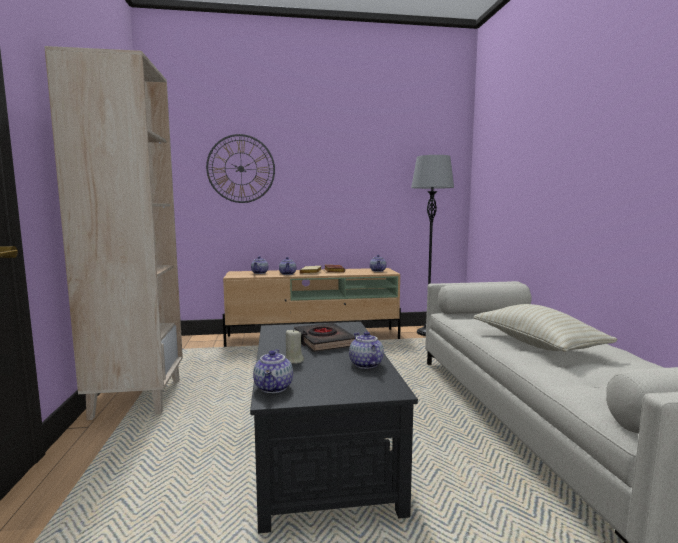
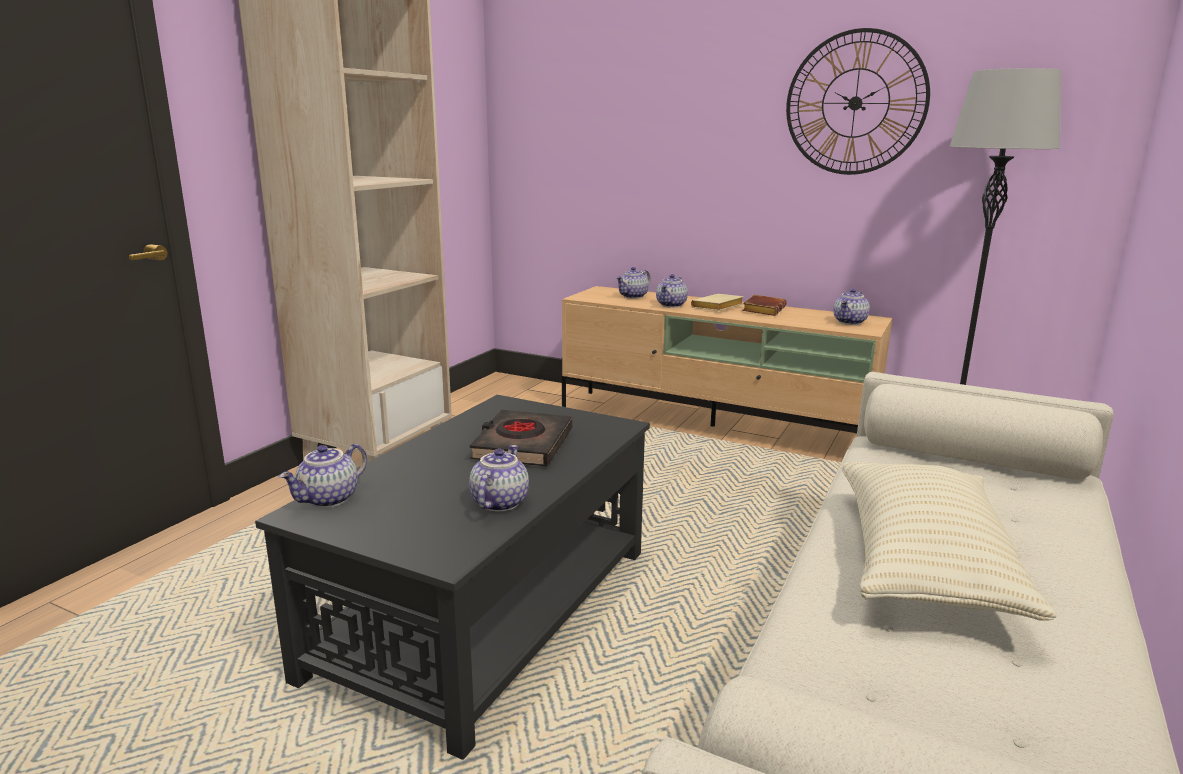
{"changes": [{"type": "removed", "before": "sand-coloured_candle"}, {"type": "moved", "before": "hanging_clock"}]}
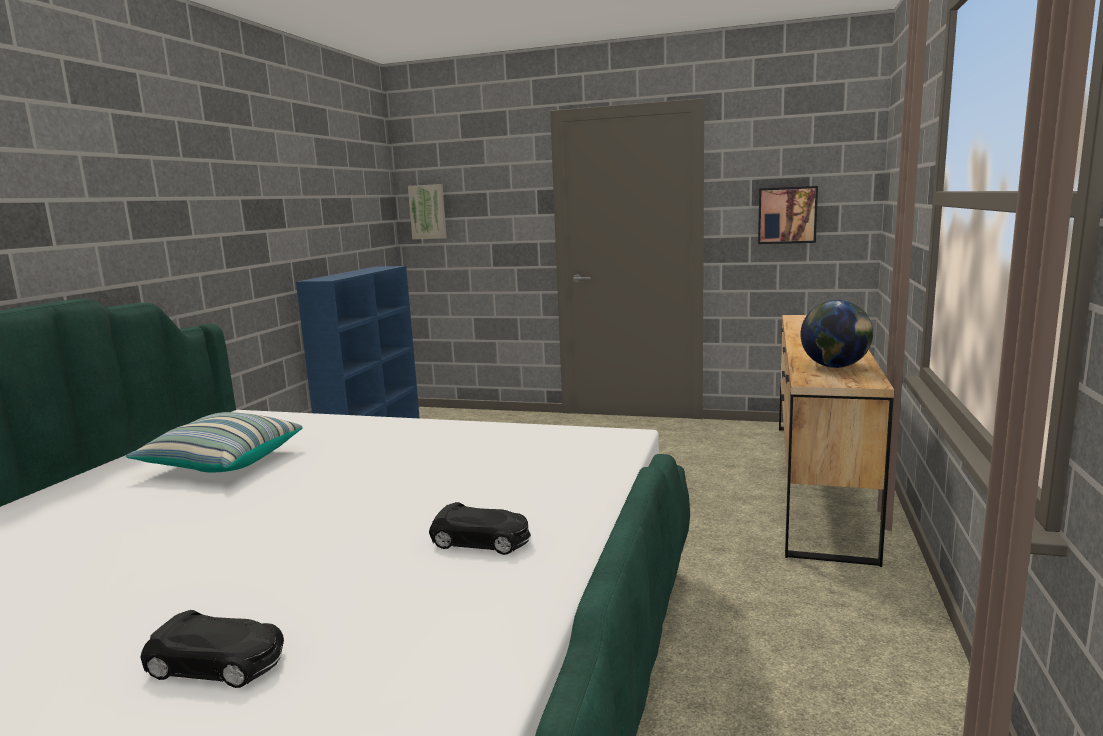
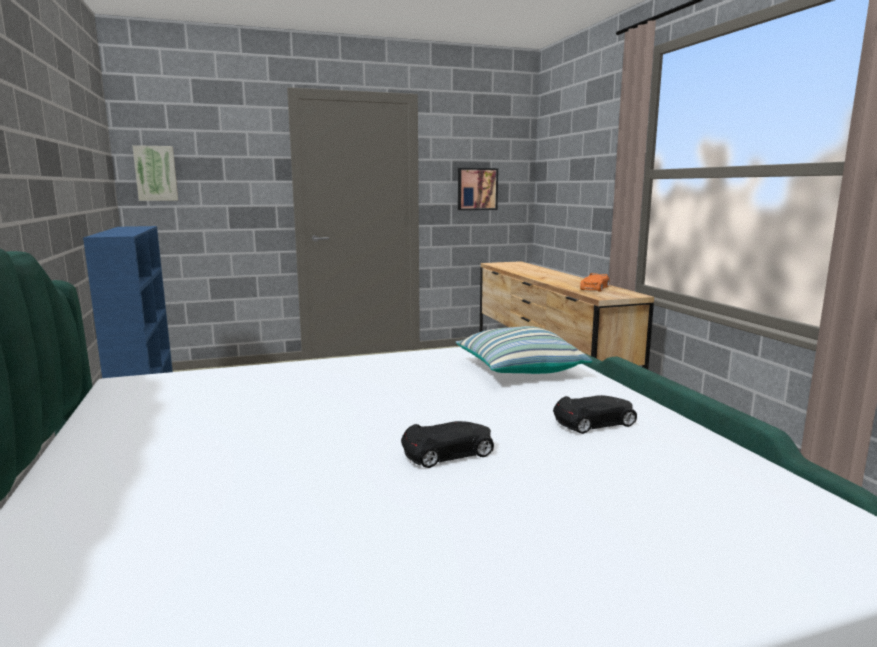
{"changes": [{"type": "moved", "before": "cushion"}, {"type": "moved", "before": "black_toy_car (1st from left)"}, {"type": "replaced", "before": "world_globe", "after": "orange-coloured_toy_car"}]}
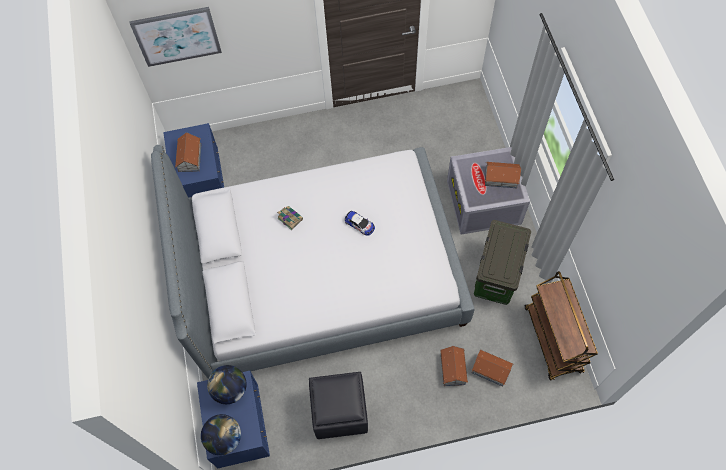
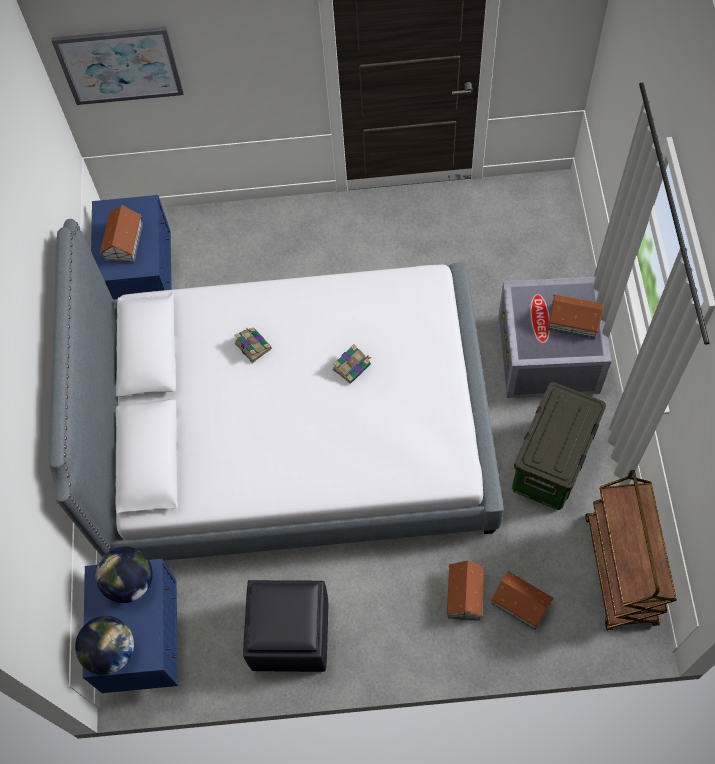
{"changes": [{"type": "replaced", "before": "toy_car", "after": "book (2nd from left)"}]}
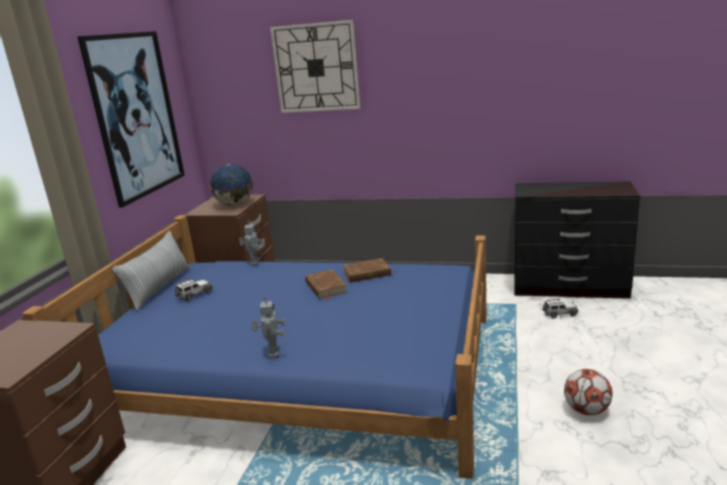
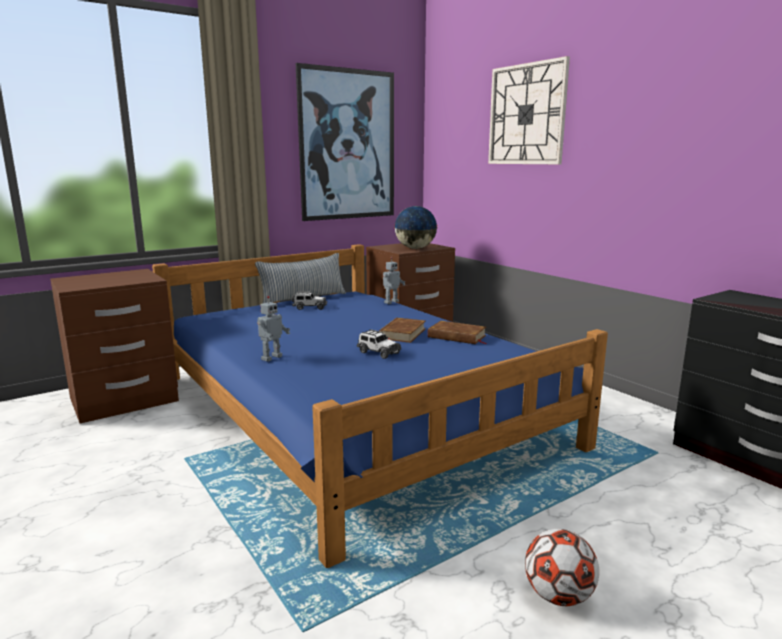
{"changes": [{"type": "moved", "before": "toy_car (2nd from left)"}]}
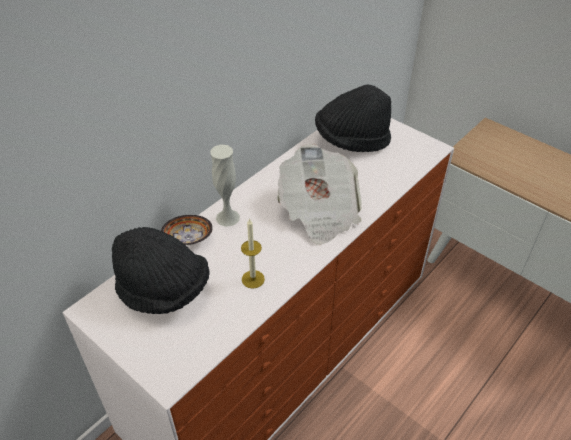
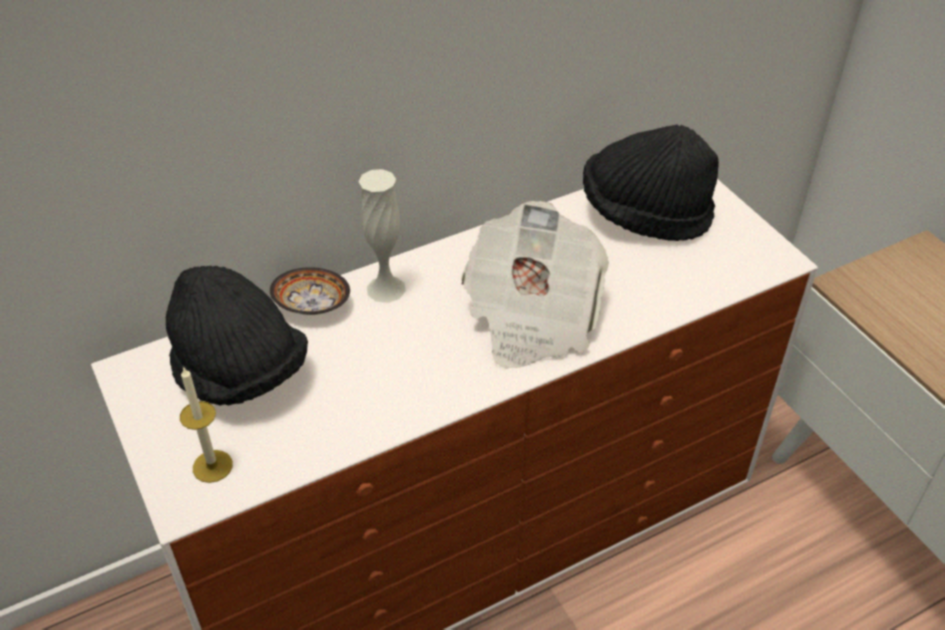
{"changes": [{"type": "moved", "before": "candle"}]}
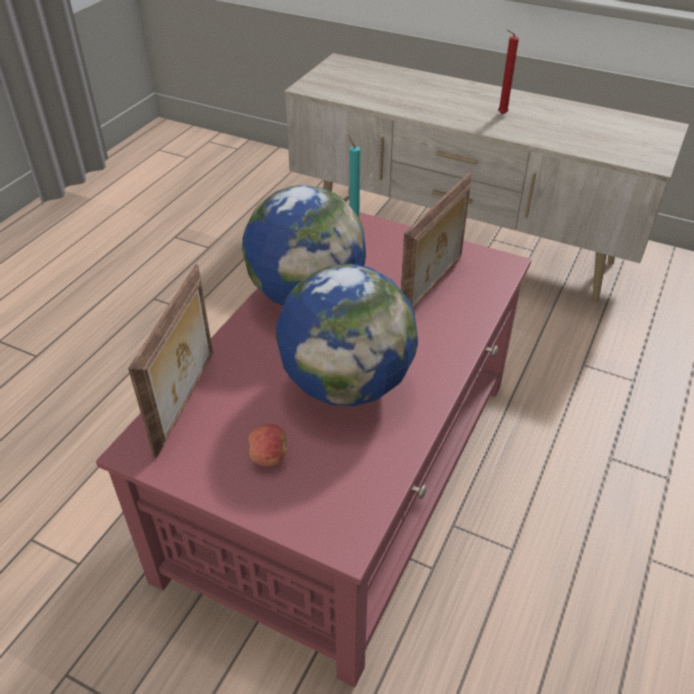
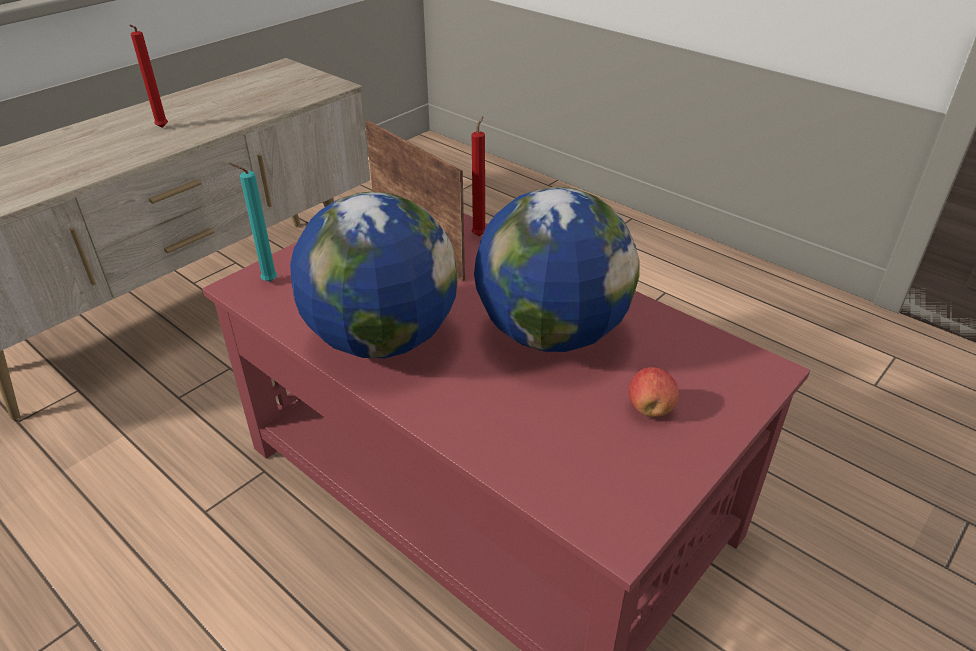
{"changes": [{"type": "removed", "before": "picture_frame (1st from left)"}, {"type": "added", "after": "red-coloured_candle (2nd from left)"}]}
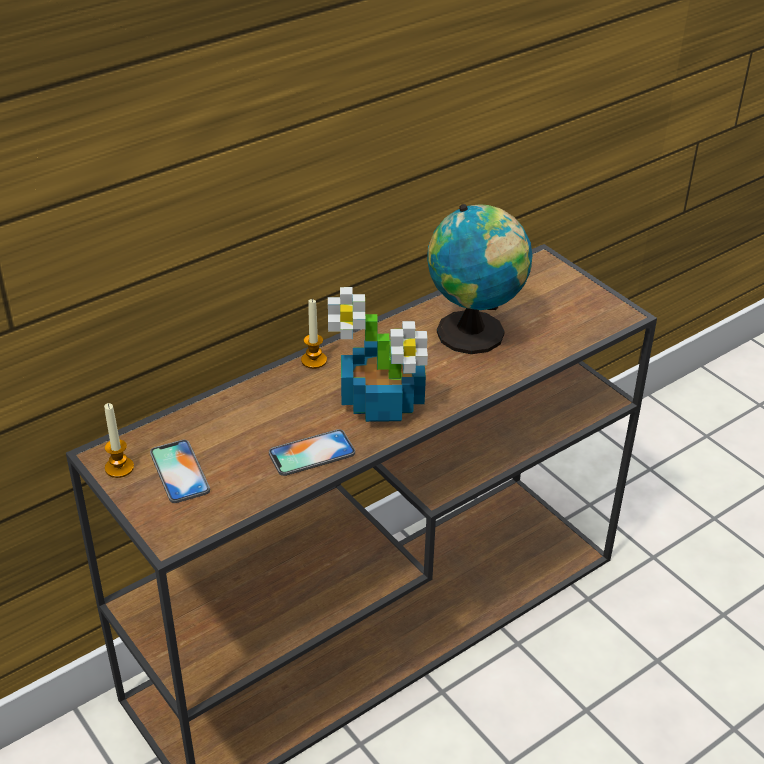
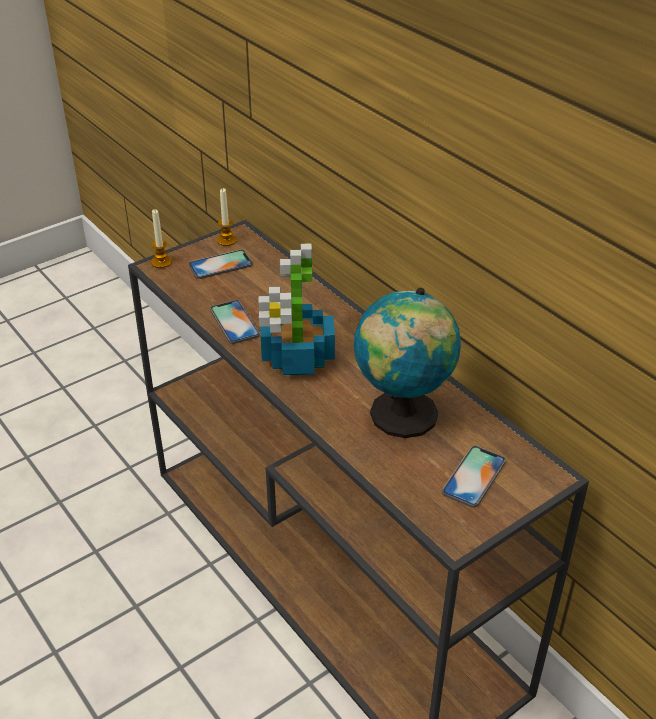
{"changes": [{"type": "added", "after": "phone (3rd from left)"}, {"type": "moved", "before": "candle (2nd from left in the first image)", "after": "candle (1st from left)"}]}
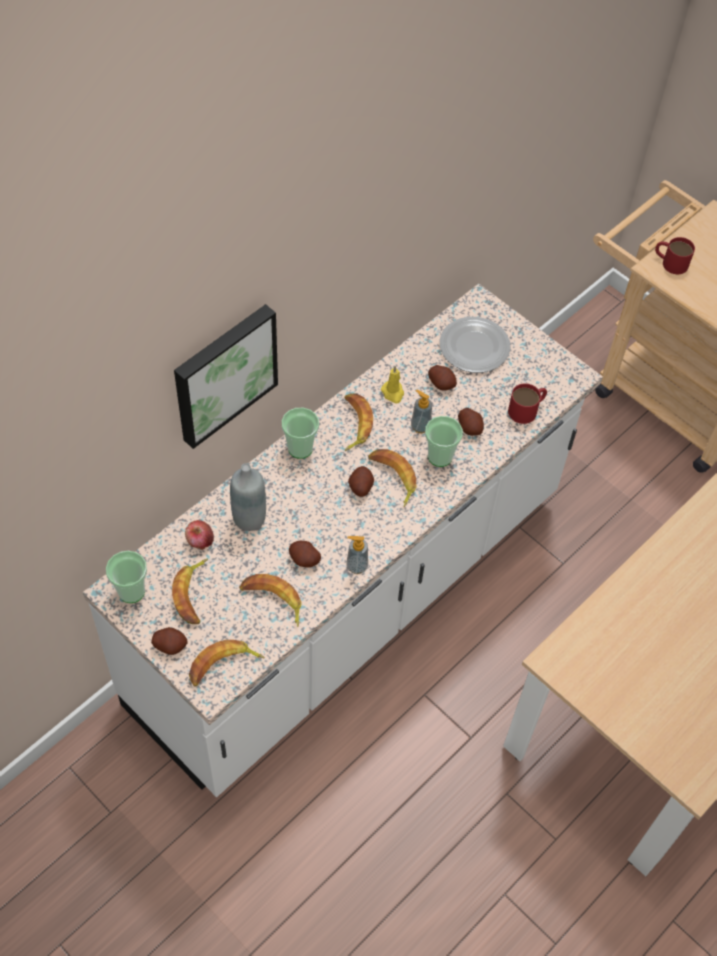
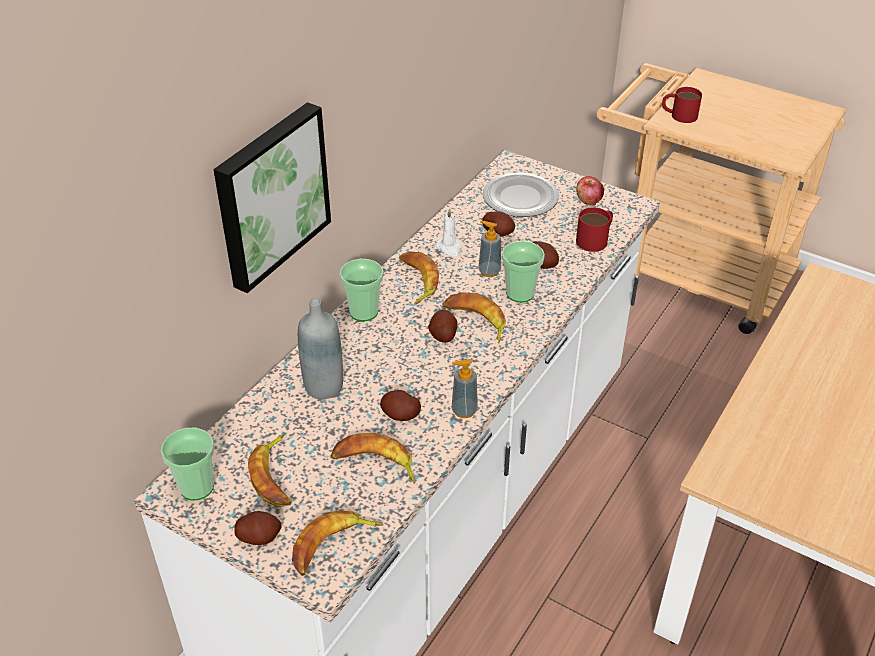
{"changes": [{"type": "moved", "before": "apple_fruit"}, {"type": "recoloured", "before": "yellow_candle", "after": "white_candle"}]}
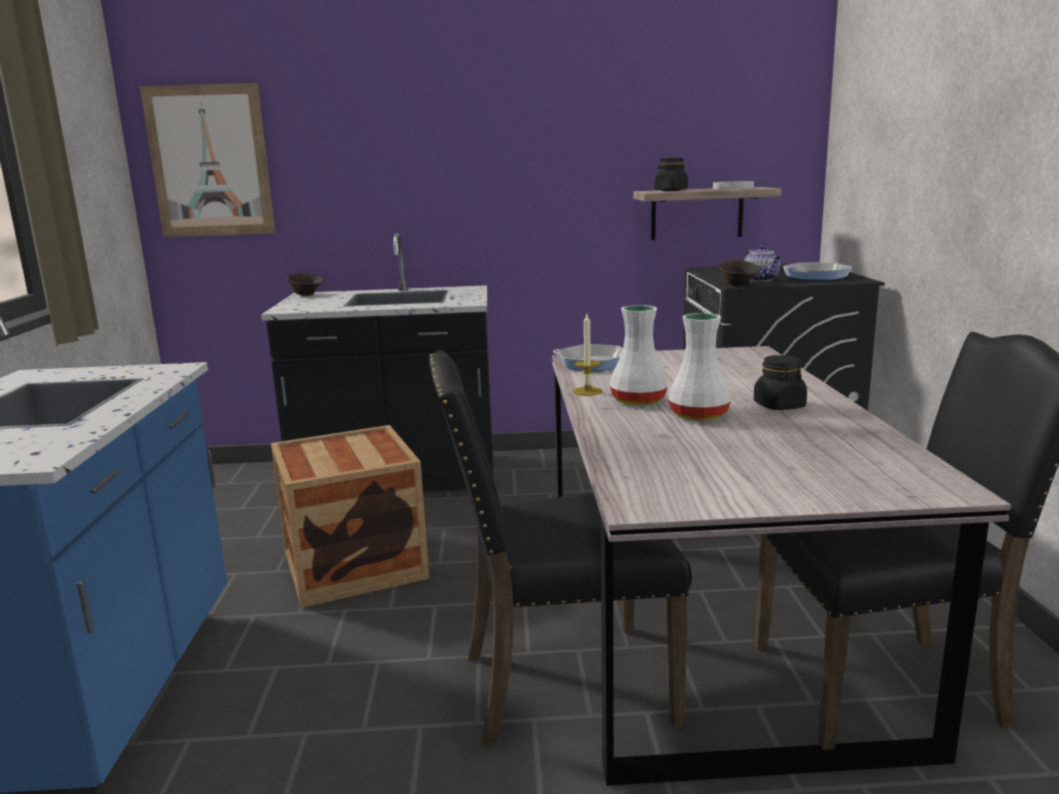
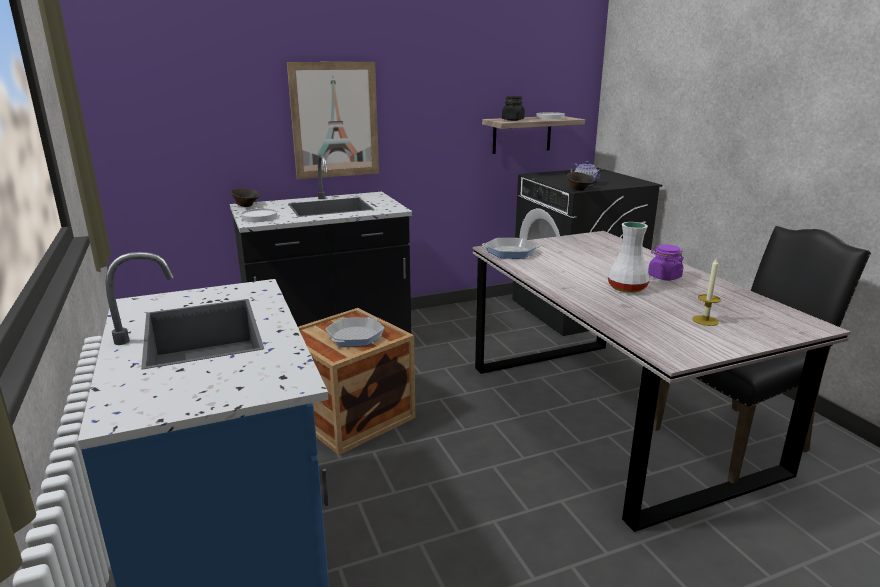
{"changes": [{"type": "removed", "before": "black_plain_chair (1st from left)"}, {"type": "removed", "before": "white_decorative_vase (1st from left)"}, {"type": "added", "after": "white_flat_dish (1st from left)"}, {"type": "moved", "before": "wall_art"}, {"type": "moved", "before": "candle"}, {"type": "moved", "before": "frying_pan (2nd from left in the first image)", "after": "frying_pan (1st from left)"}, {"type": "recoloured", "before": "black_storage_jar (2nd from left)", "after": "purple_storage_jar"}]}
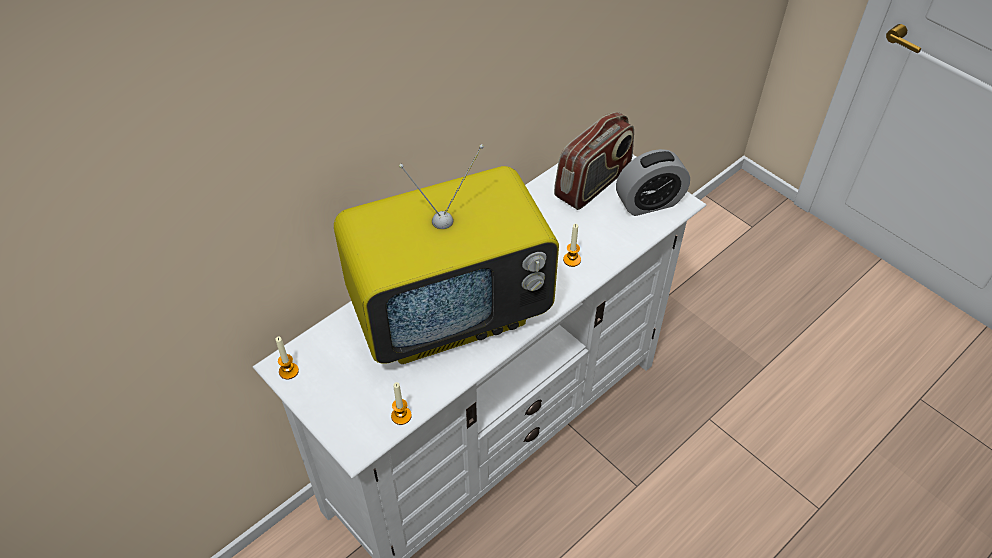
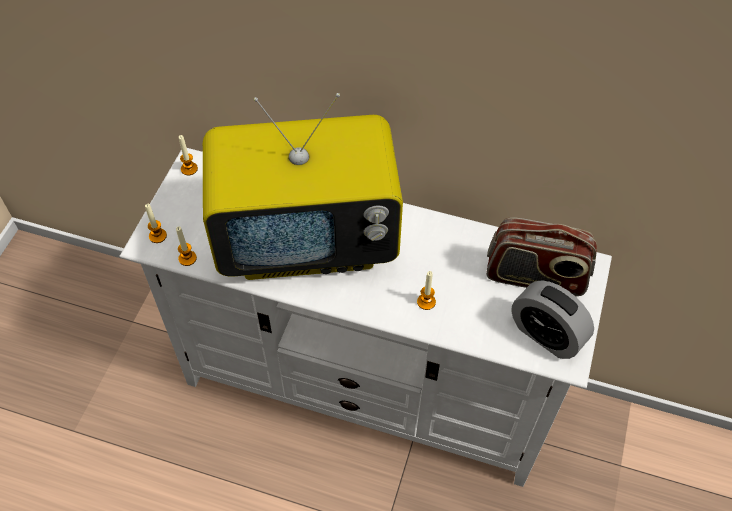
{"changes": [{"type": "added", "after": "candle (1st from left)"}, {"type": "turned", "before": "television", "turn": -45}]}
